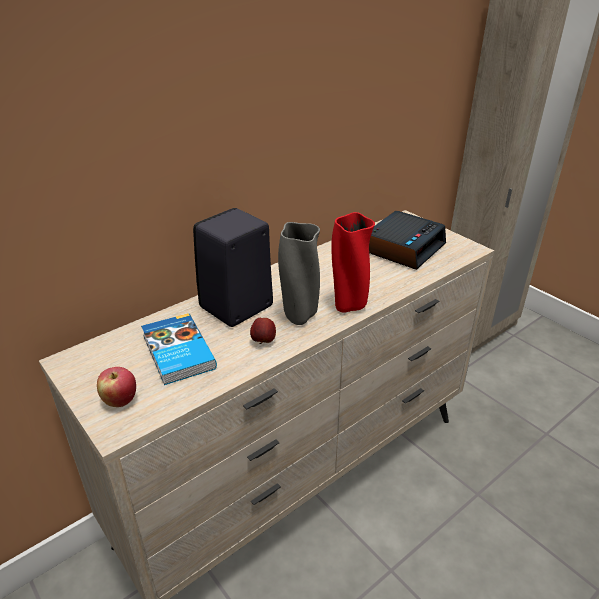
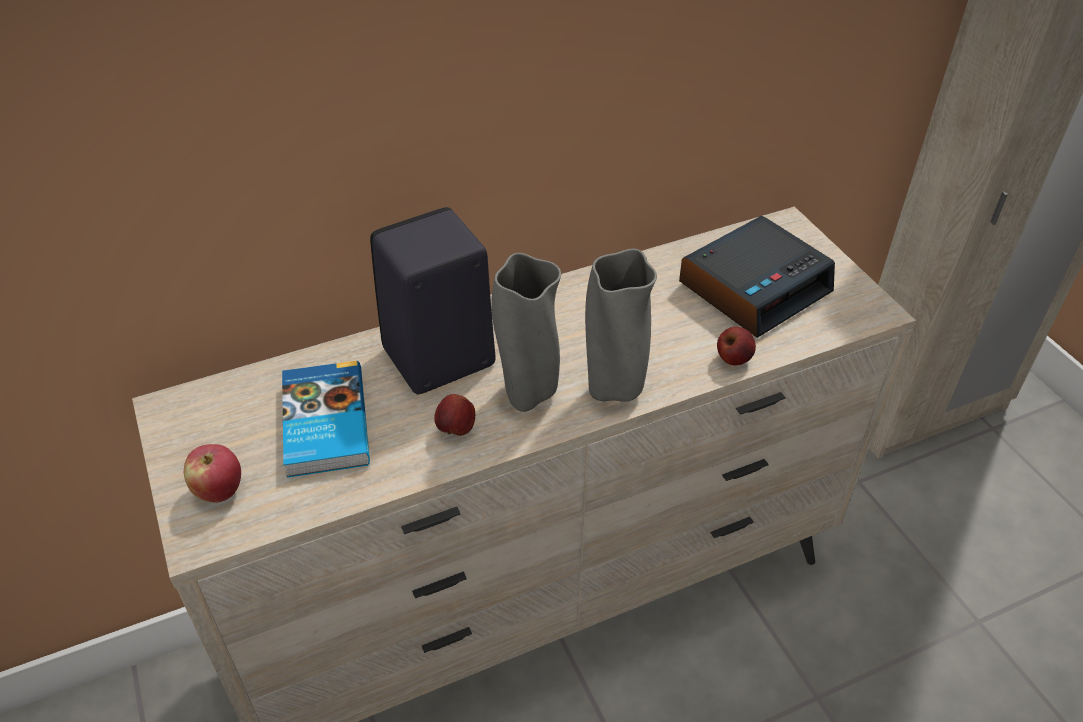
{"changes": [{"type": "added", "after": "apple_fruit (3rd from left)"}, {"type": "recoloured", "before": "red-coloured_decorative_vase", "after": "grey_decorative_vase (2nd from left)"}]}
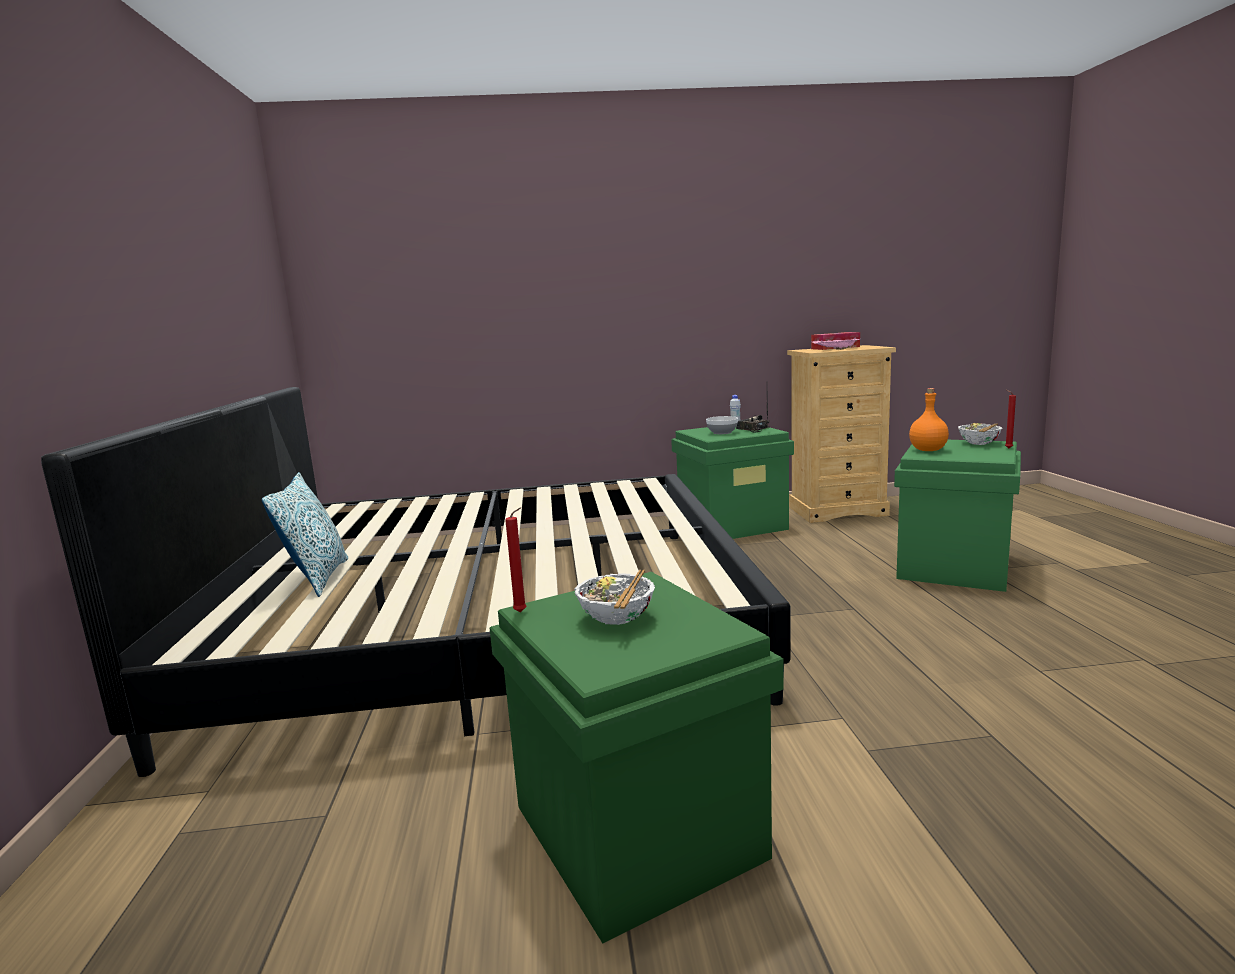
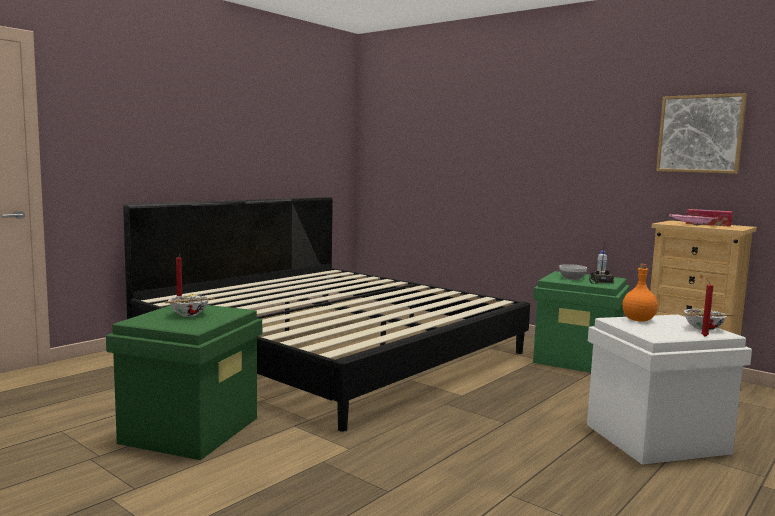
{"changes": [{"type": "removed", "before": "cushion"}, {"type": "added", "after": "wall_art"}, {"type": "recoloured", "before": "greenish_storage_container (3rd from left)", "after": "white_storage_container"}]}
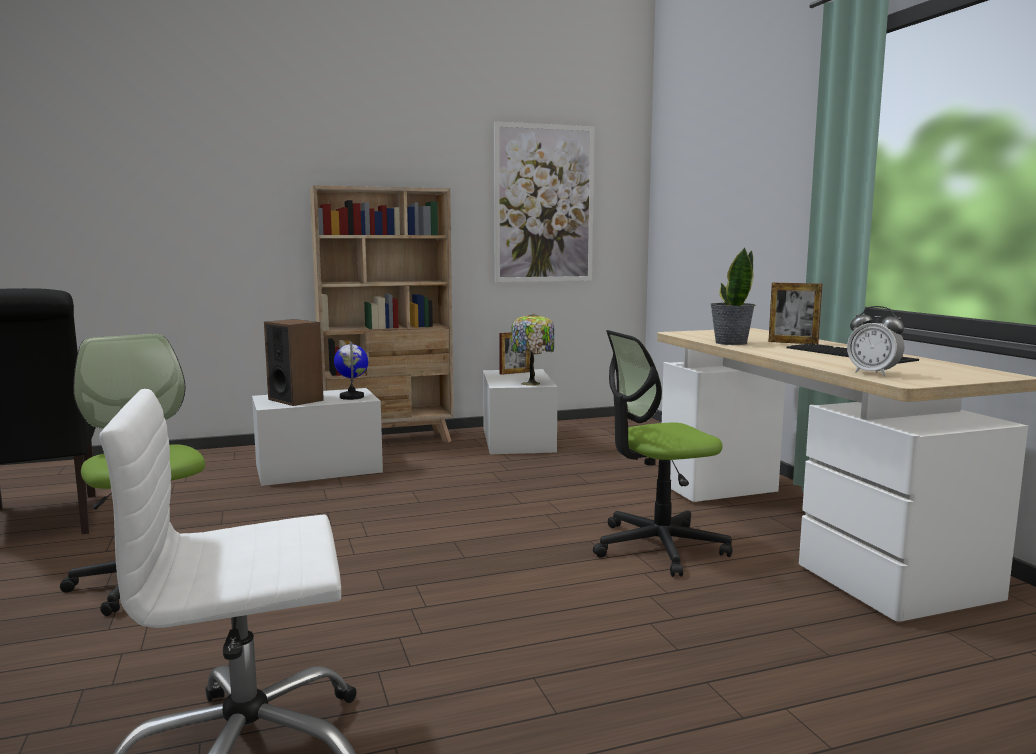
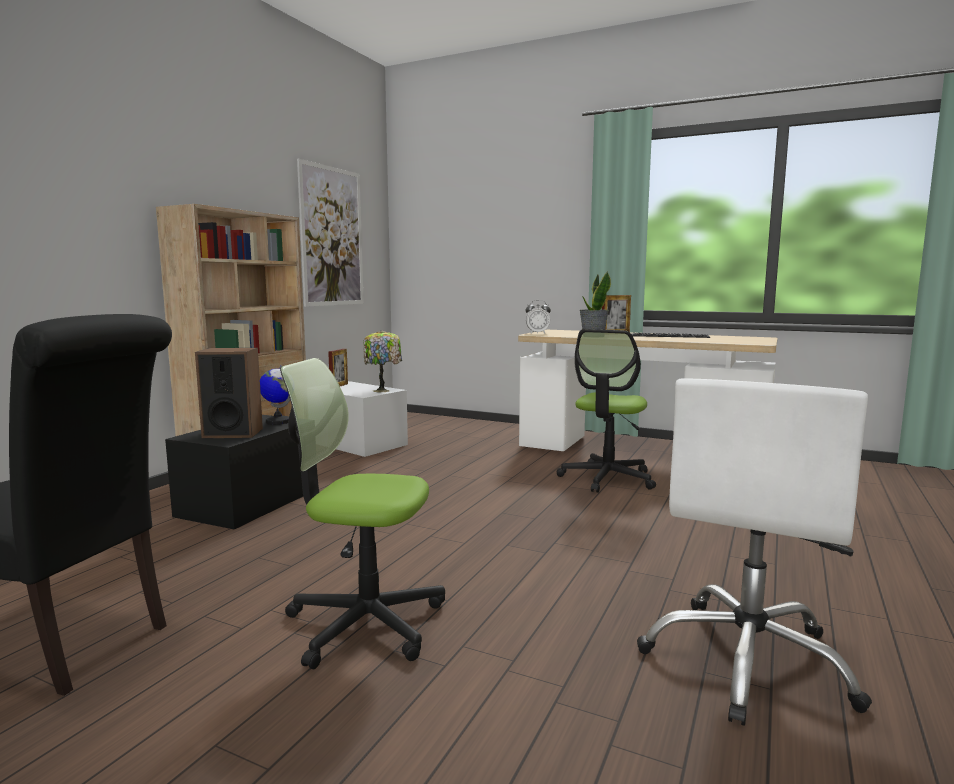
{"changes": [{"type": "moved", "before": "bedside_clock"}, {"type": "recoloured", "before": "white_storage_container (1st from left)", "after": "black_storage_container"}]}
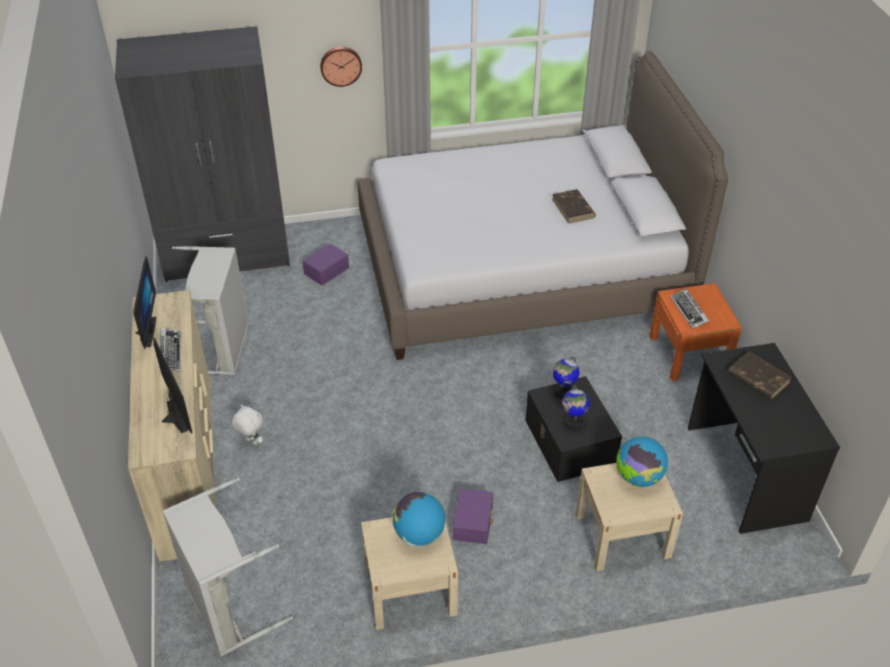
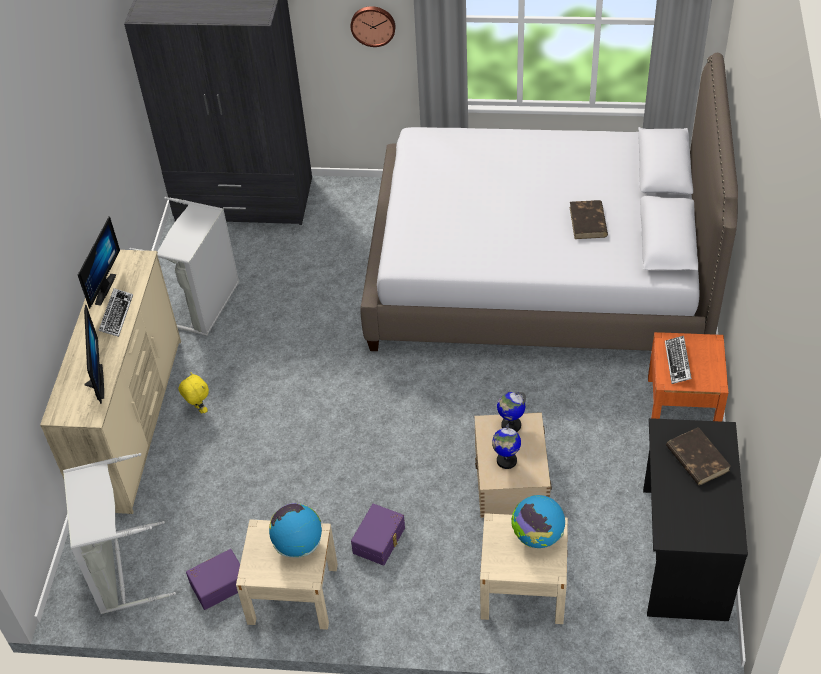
{"changes": [{"type": "moved", "before": "purple_storage_container (1st from left)"}, {"type": "recoloured", "before": "white_plush_toy", "after": "yellow_plush_toy"}, {"type": "recoloured", "before": "black_storage_container", "after": "sand-coloured_storage_container"}]}
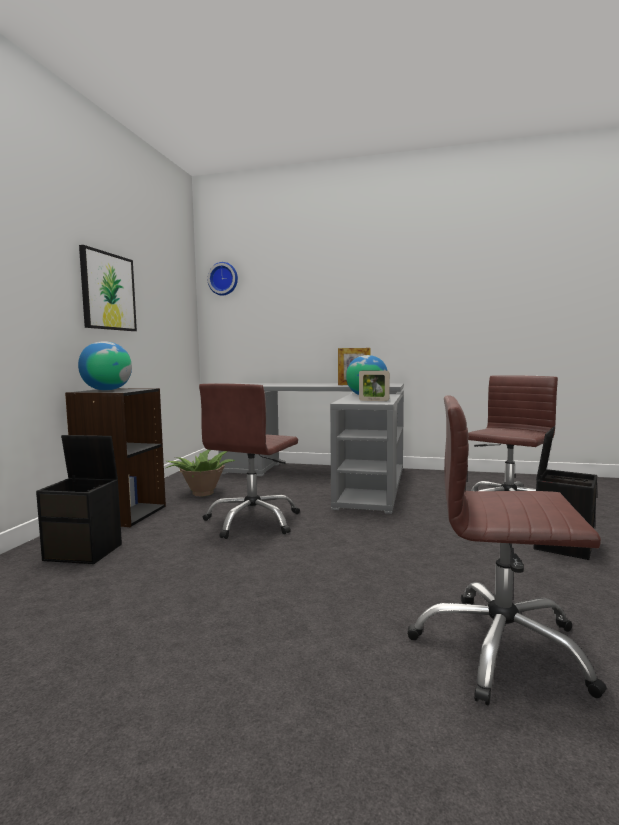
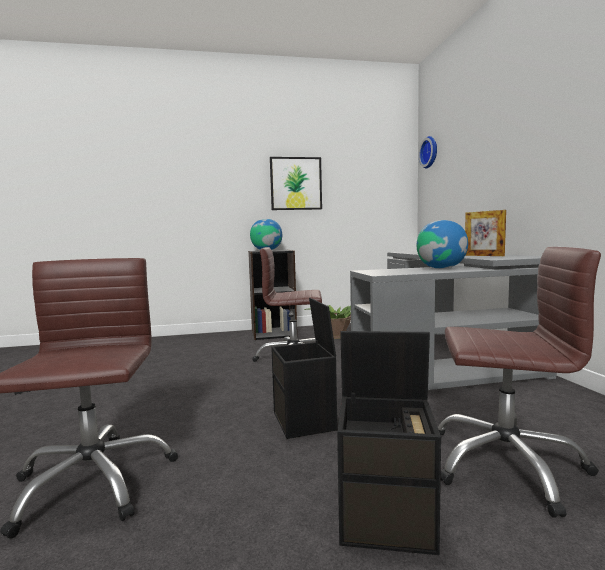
{"changes": [{"type": "removed", "before": "picture_frame (2nd from left)"}, {"type": "moved", "before": "black_storage_container (1st from left)"}]}
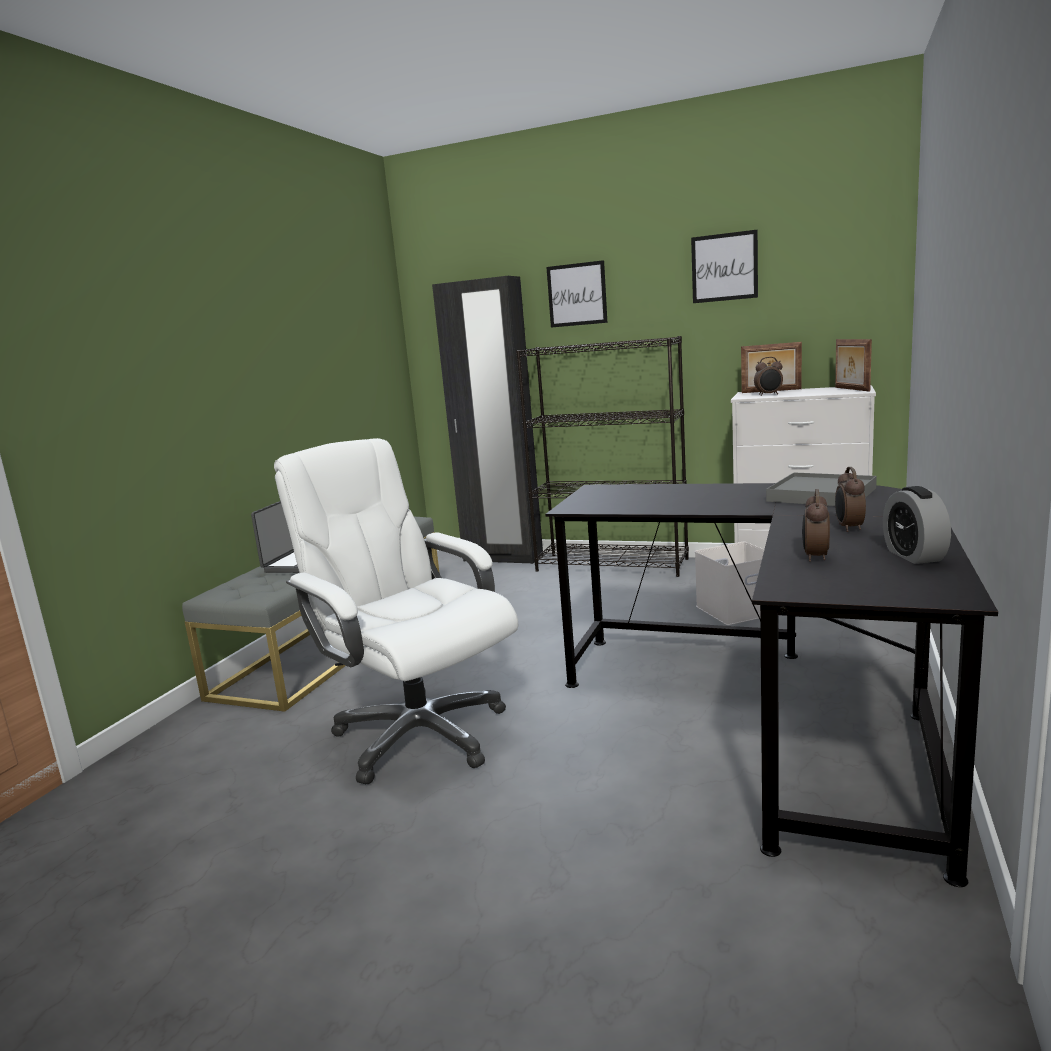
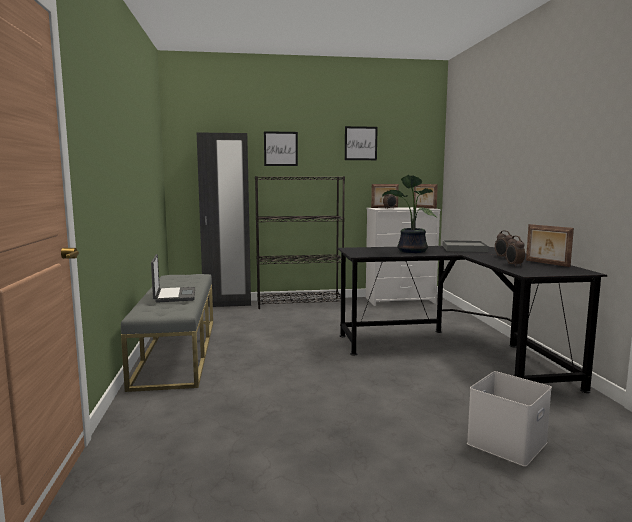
{"changes": [{"type": "removed", "before": "white_computer_chair"}, {"type": "added", "after": "potted_plant"}, {"type": "moved", "before": "white_storage_container"}, {"type": "replaced", "before": "bedside_clock (4th from left)", "after": "picture_frame (3rd from left)"}]}
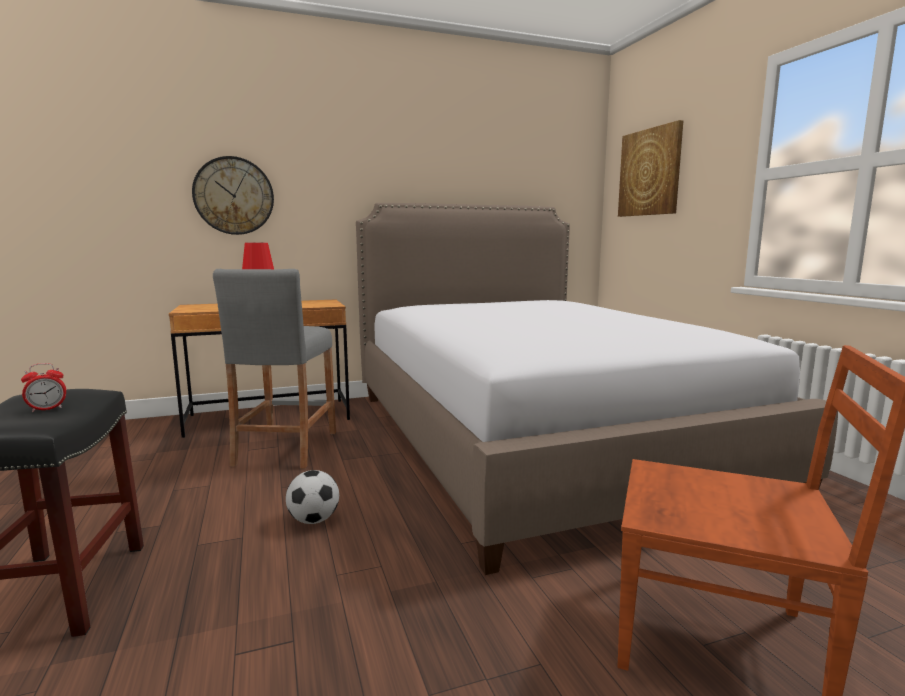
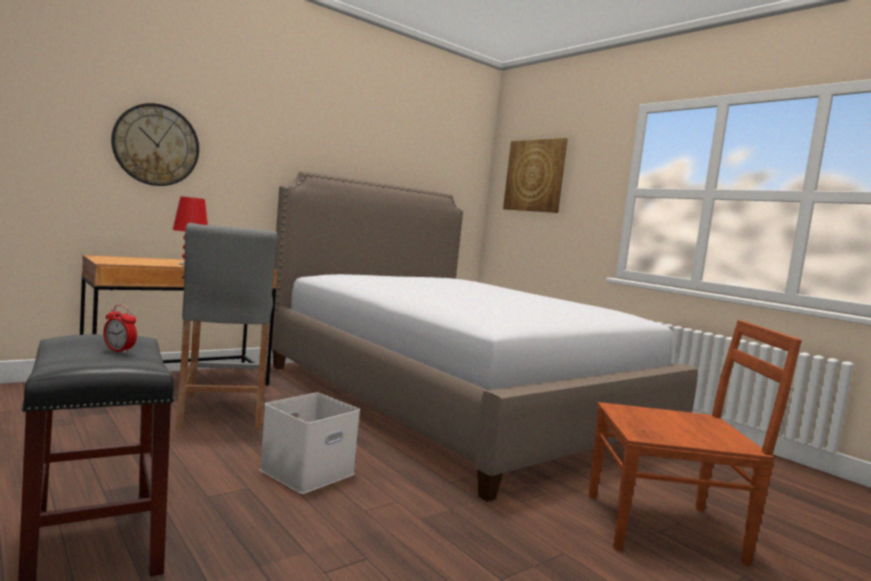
{"changes": [{"type": "replaced", "before": "football", "after": "white_storage_container"}, {"type": "turned", "before": "bedside_clock", "turn": 75}]}
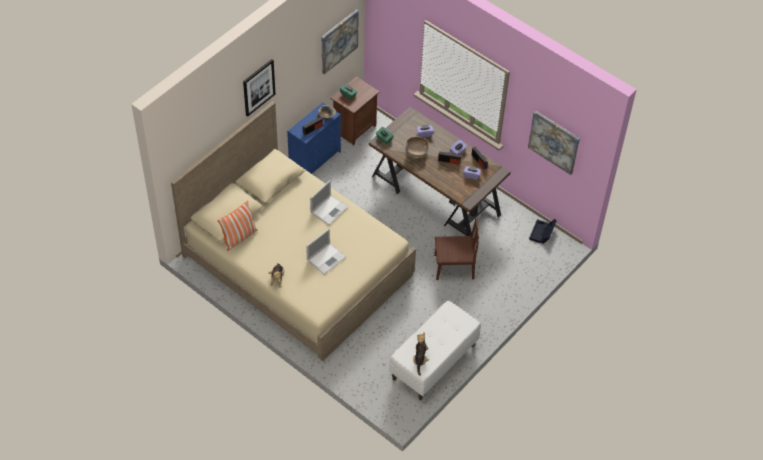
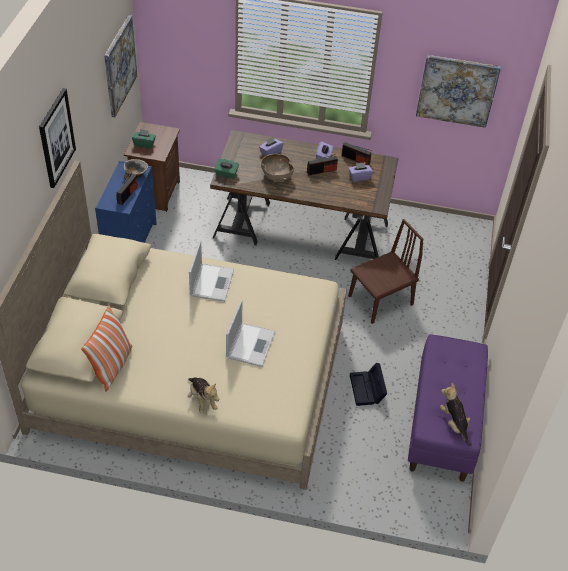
{"changes": [{"type": "moved", "before": "black_storage_container"}, {"type": "recoloured", "before": "white_bench", "after": "purple_bench"}]}
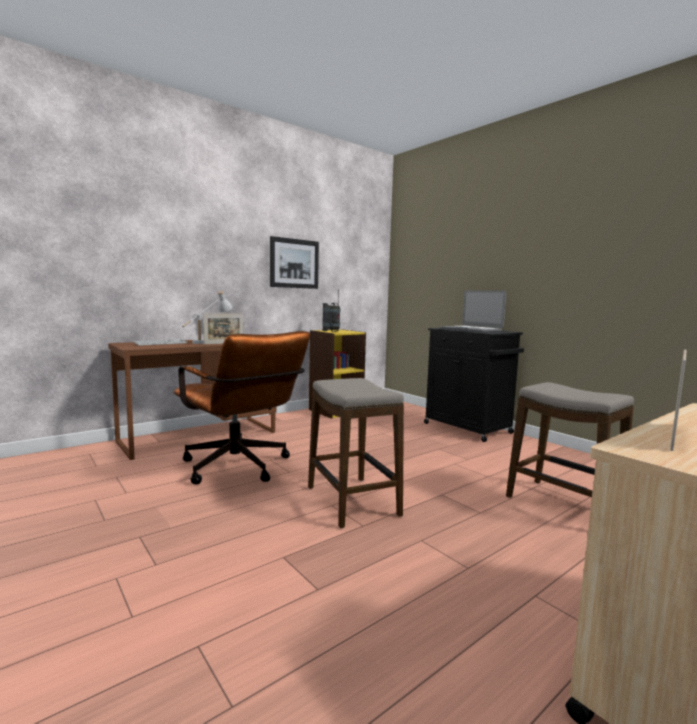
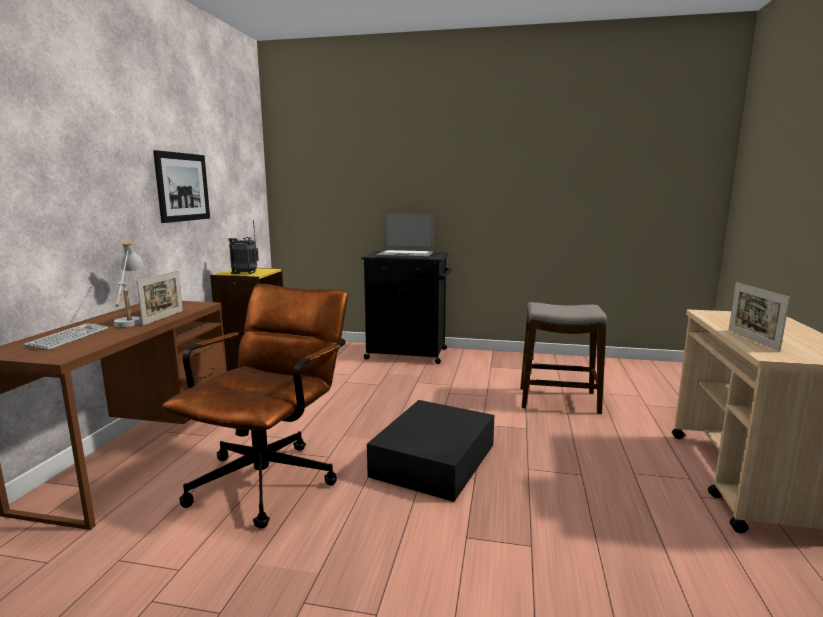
{"changes": [{"type": "replaced", "before": "stool (1st from left)", "after": "black_storage_container"}, {"type": "turned", "before": "brownish_computer_chair", "turn": -75}]}
